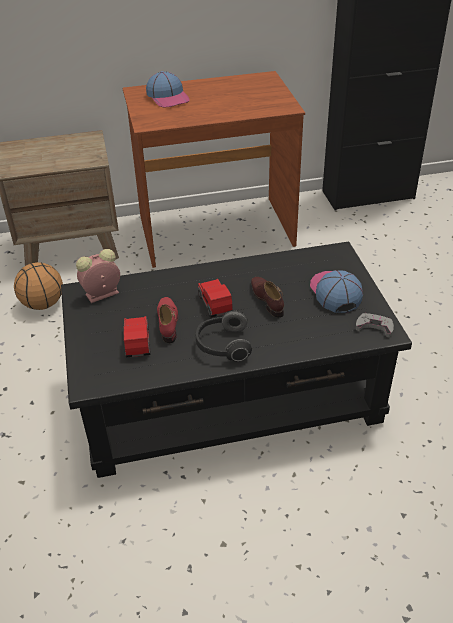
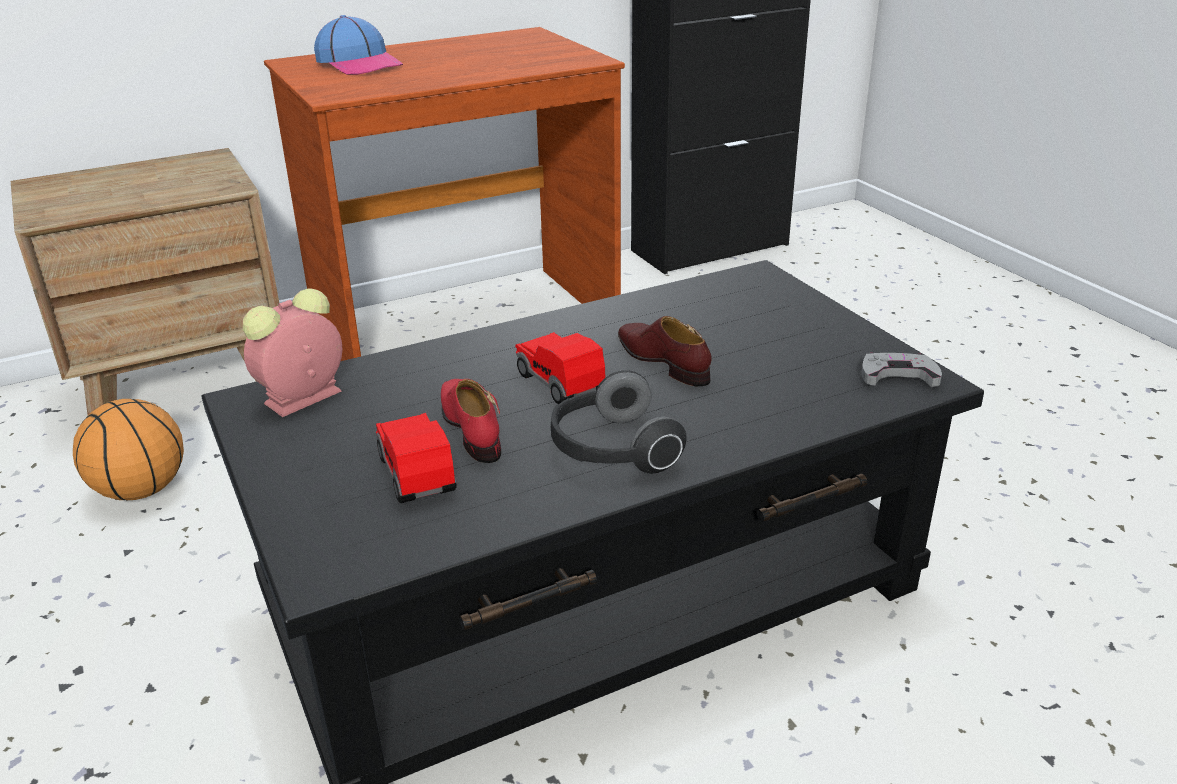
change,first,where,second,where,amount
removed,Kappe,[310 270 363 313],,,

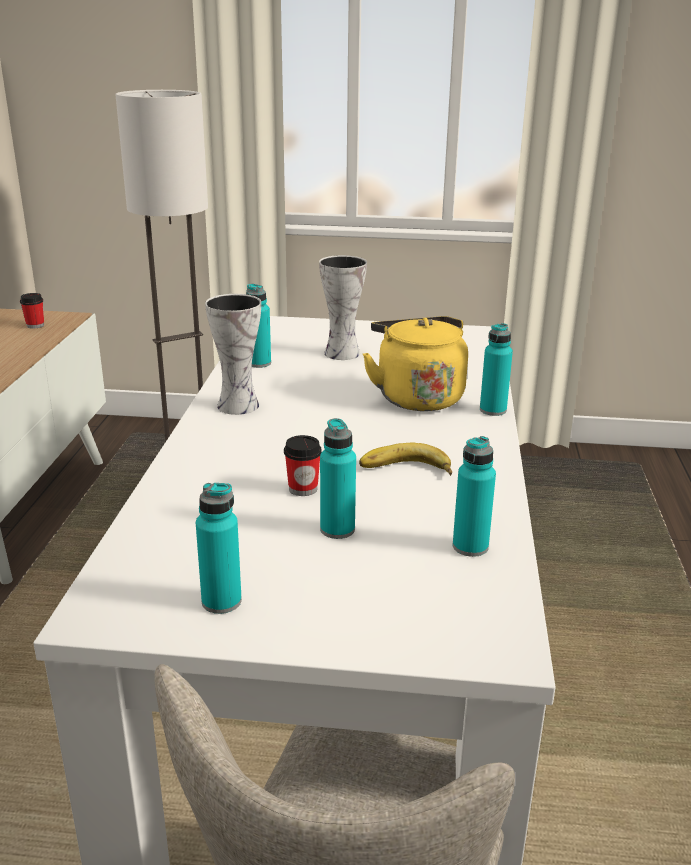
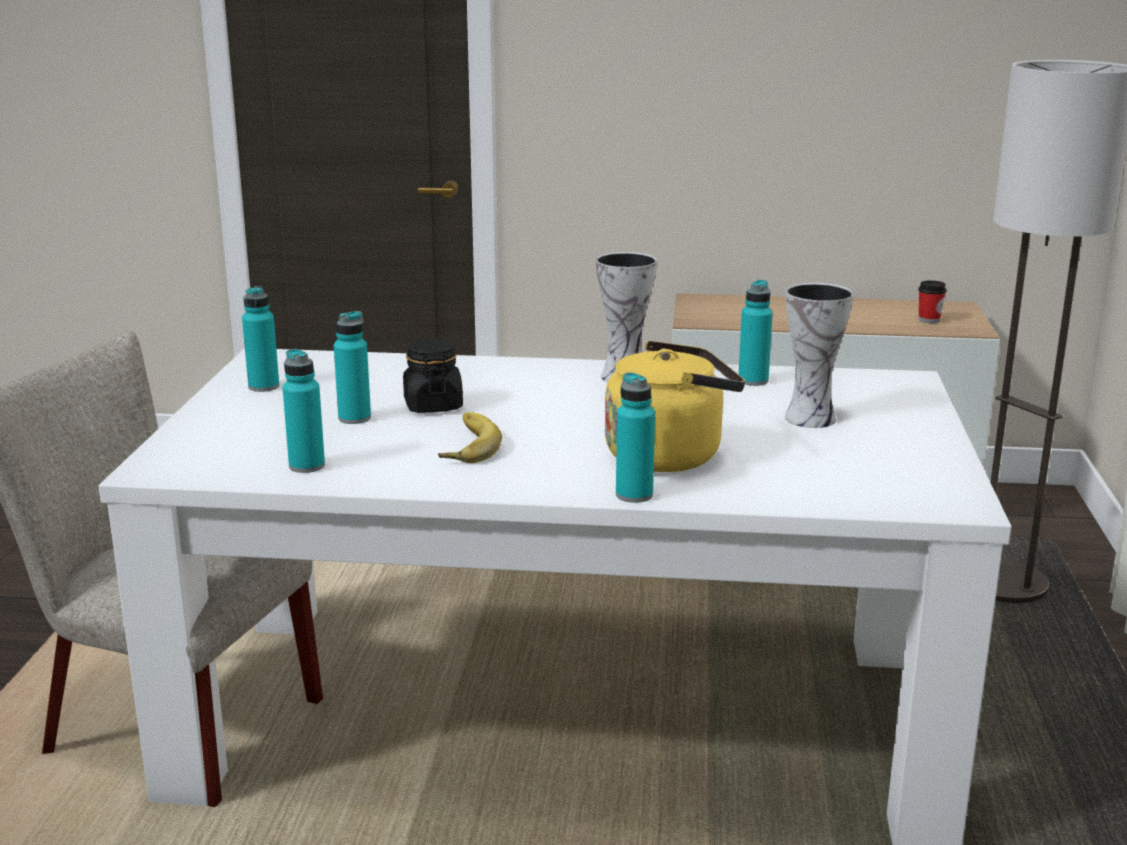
change,first,where,second,where,amount
replaced,Tasse,[284 435 322 496],Vorratsglas (schwarz),[403 339 463 413],

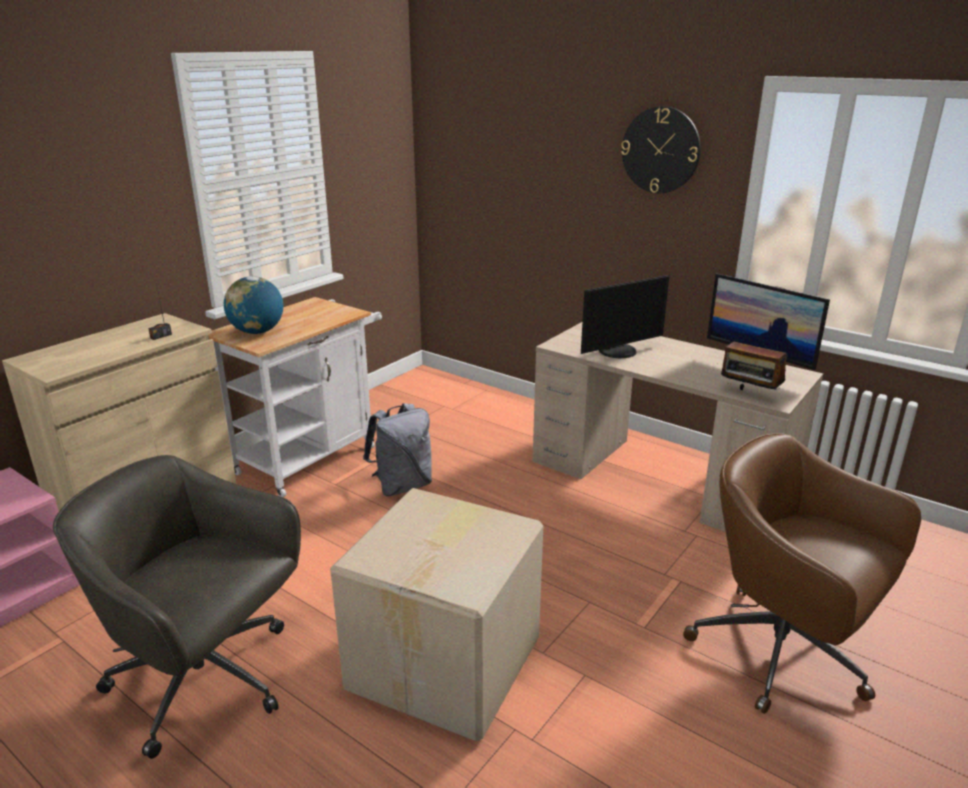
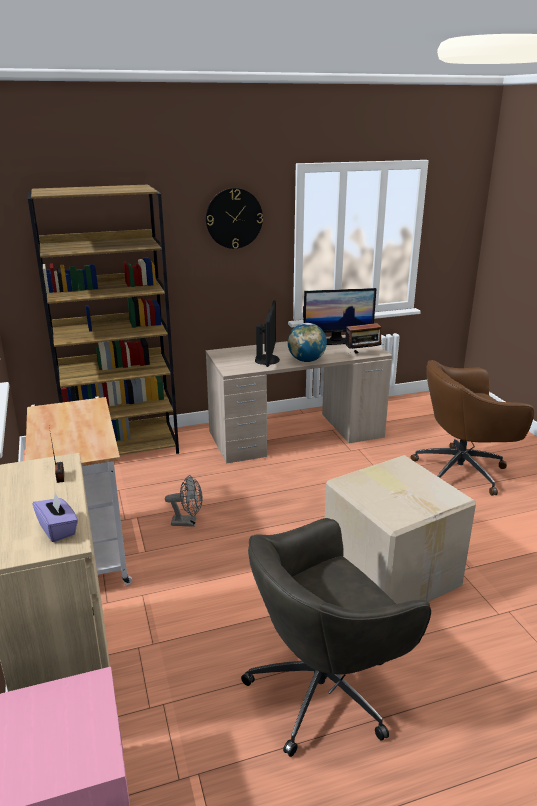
change,first,where,second,where,amount
moved,Globus,[224 276 283 334],,[288 323 327 362],
replaced,Rucksack (grau),[363 403 432 496],Ventilator (grau),[165 475 203 527],
added,,,Bücherregal (braun),[28 185 179 455],
added,,,Taschentuchbox (lila),[33 492 78 542],

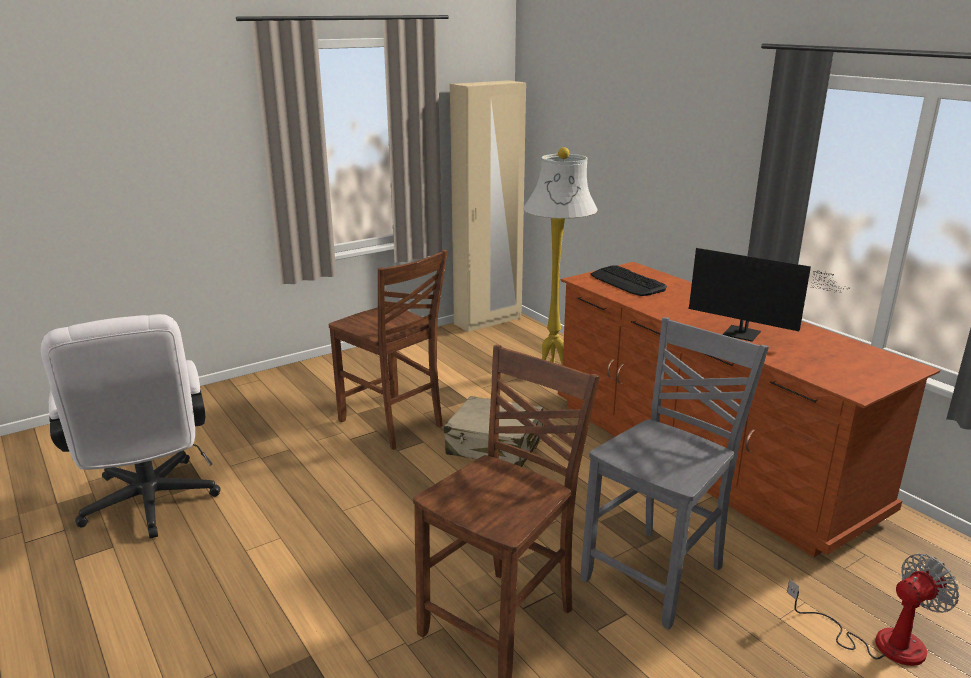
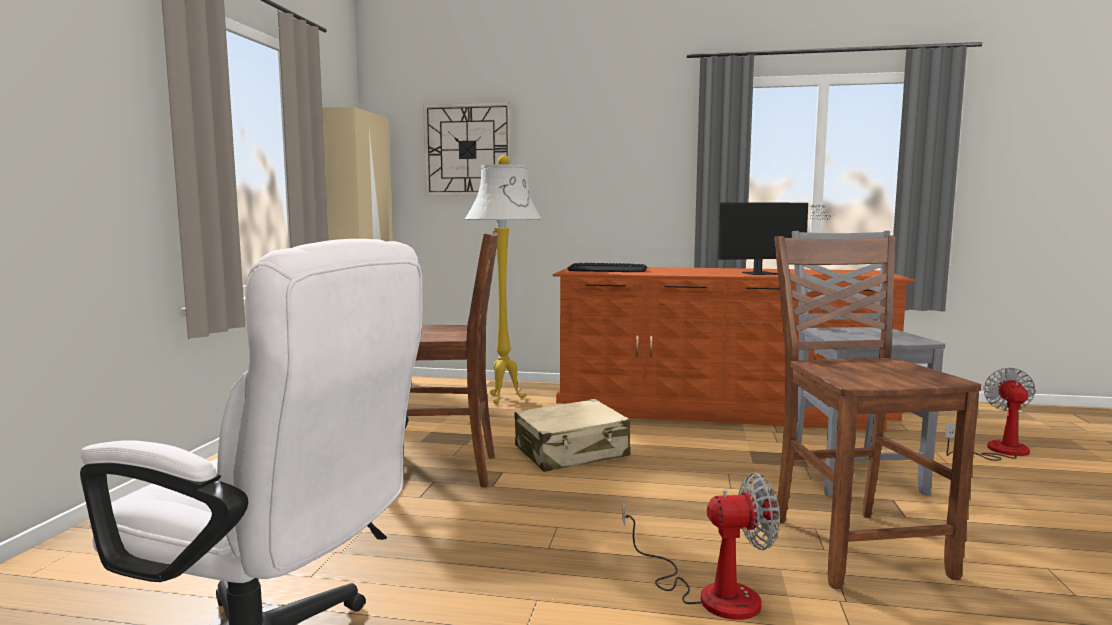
change,first,where,second,where,amount
added,,,Wanduhr,[423 102 512 196],
added,,,Ventilator,[622 473 780 620],

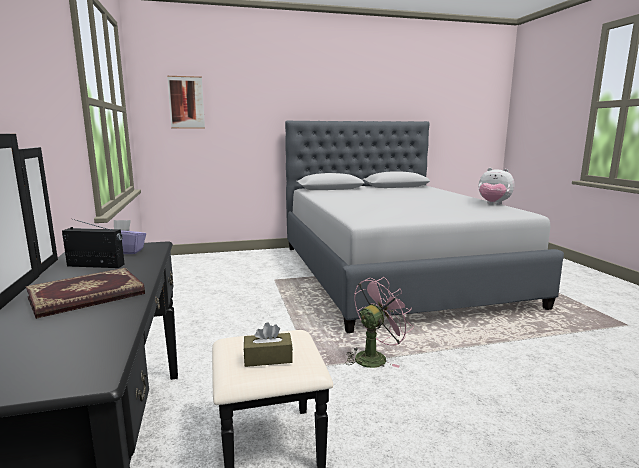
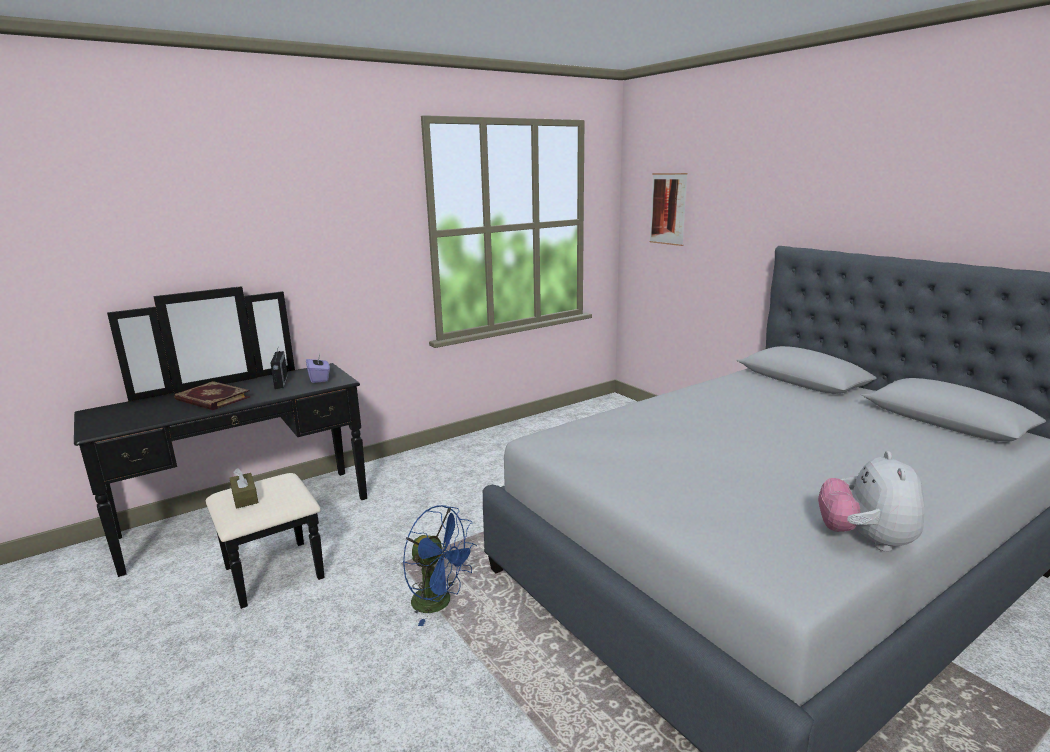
change,first,where,second,where,amount
recoloured,Ventilator (rosa),[345 277 414 368],Ventilator (blau),[403 505 477 626],

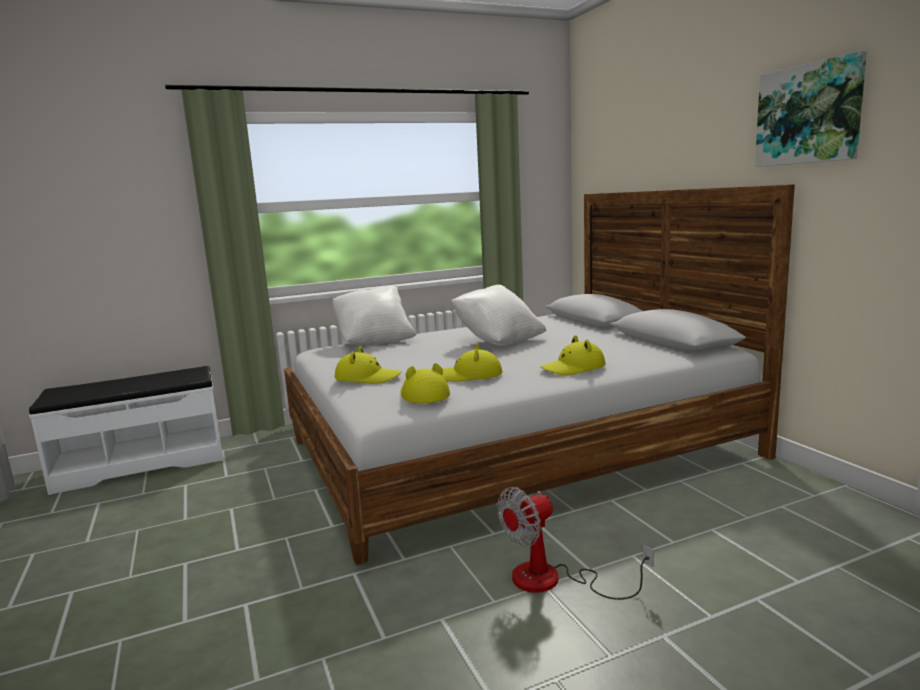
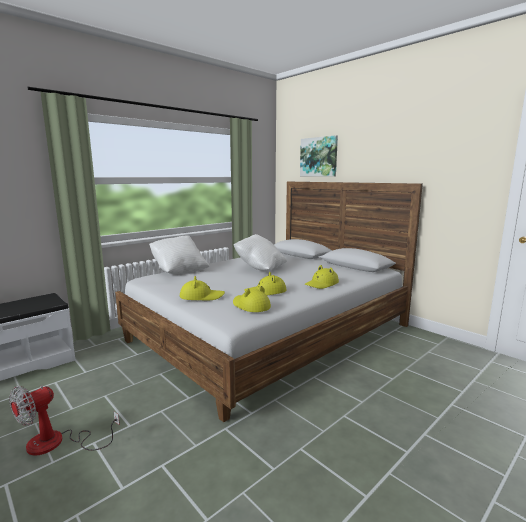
change,first,where,second,where,amount
moved,Bild,[755 51 867 167],,[300 135 338 176],
moved,Ventilator,[497 487 654 600],,[9 385 120 455],

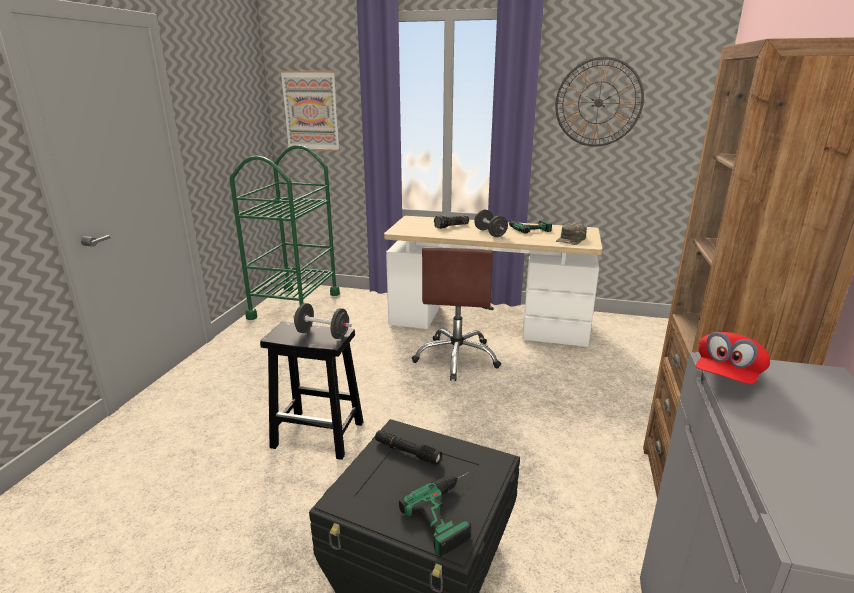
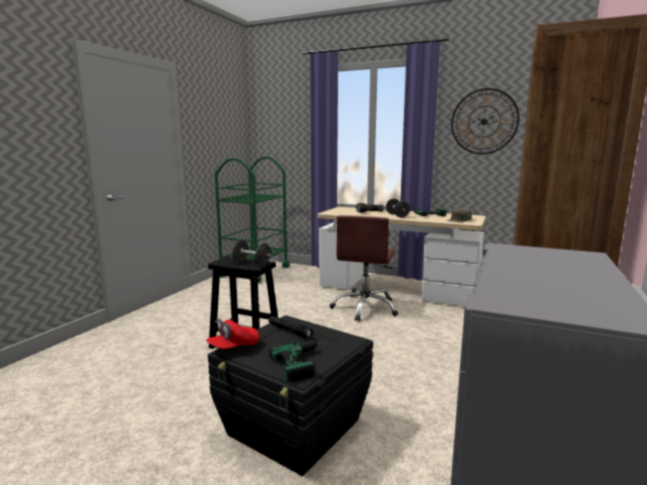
change,first,where,second,where,amount
removed,Bild,[280 71 340 151],,,
moved,Kappe (rot),[696 332 770 384],,[206 318 259 349],

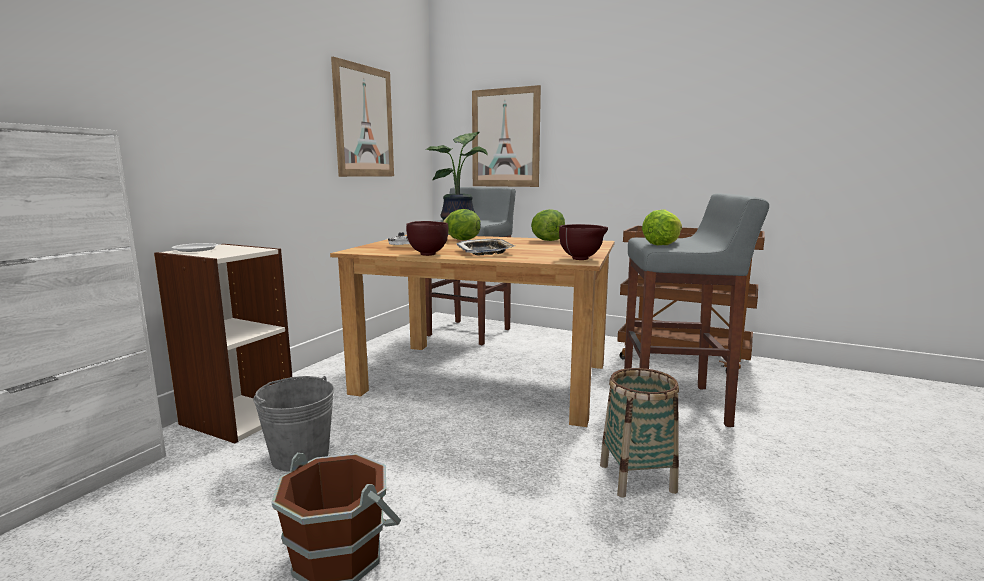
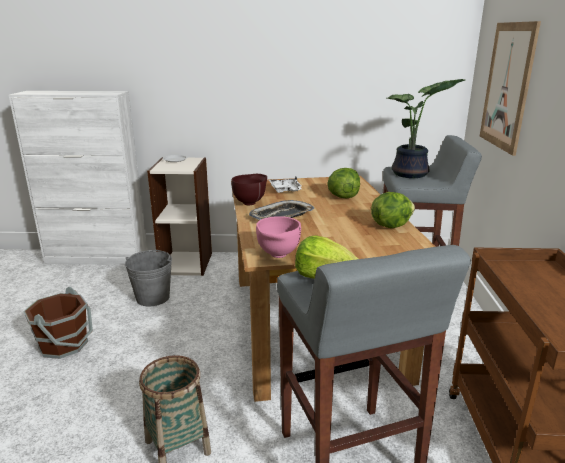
change,first,where,second,where,amount
removed,Bild,[331 57 394 177],,,
recoloured,Schüssel (braun),[559 224 608 260],Schüssel (rosa),[256 216 301 258],

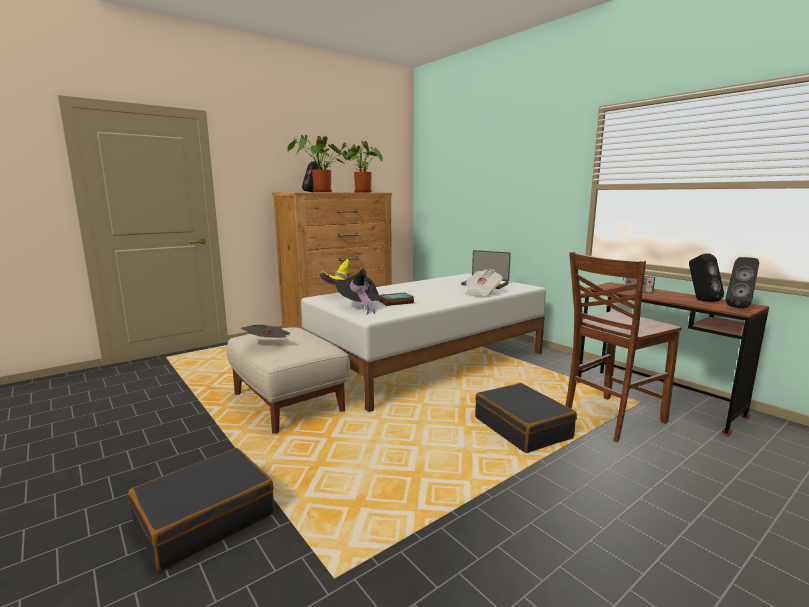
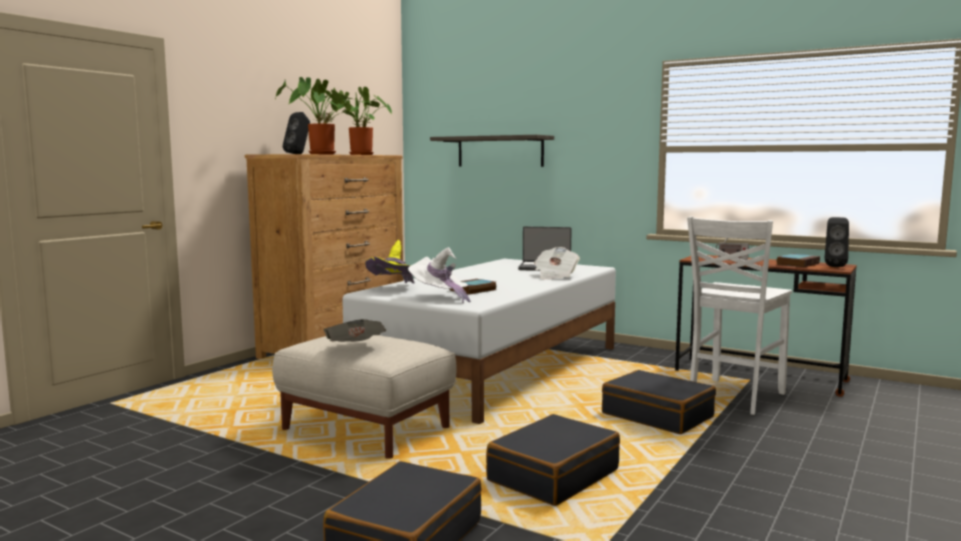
change,first,where,second,where,amount
recoloured,Stuhl (braun),[565 252 682 442],Stuhl (weiß),[687 217 792 415],
replaced,Lautsprecher (schwarz),[689 254 724 302],Buch,[776 254 820 267],
recoloured,Hut (schwarz),[335 268 382 314],Hut (weiß),[408 247 471 303],
added,,,Wandregal,[430 135 554 167],
added,,,Koffer (schwarz),[486 414 620 506],

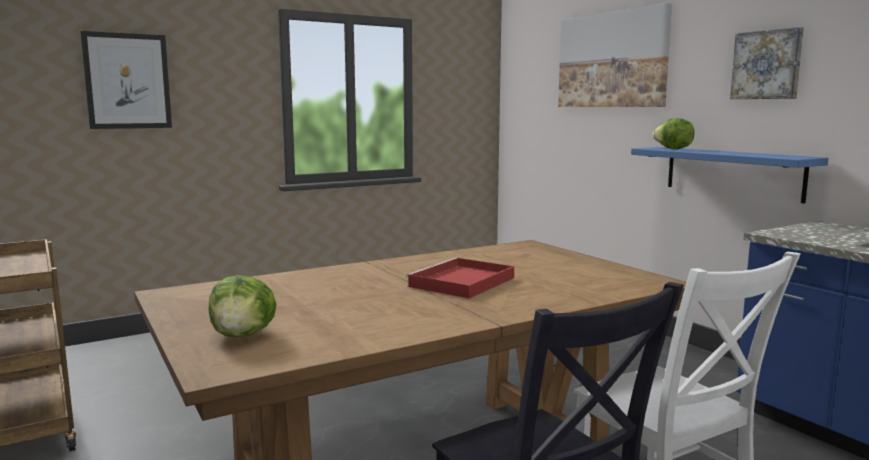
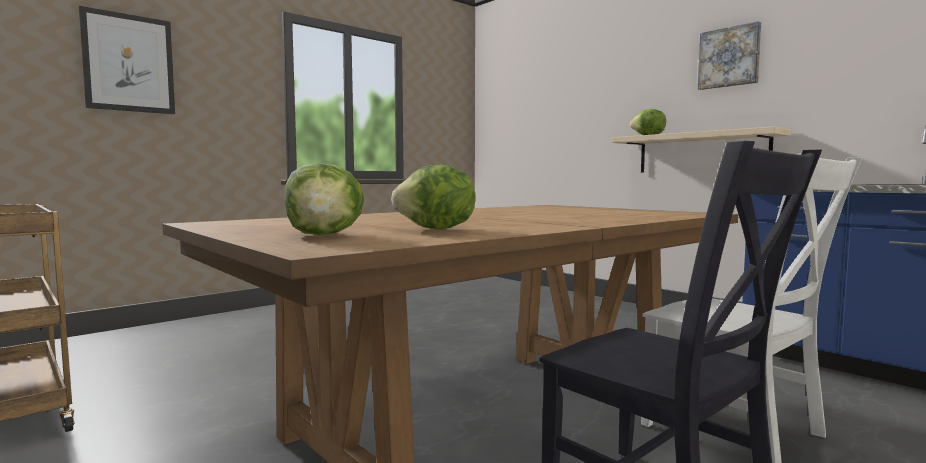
change,first,where,second,where,amount
removed,Bild,[558 3 672 107],,,
recoloured,Wandregal (blau),[631 147 828 204],Wandregal (beige),[611 126 791 172],
removed,Tablett (rot),[406 257 514 299],,,
added,,,Salatkopf,[391 164 476 230],

